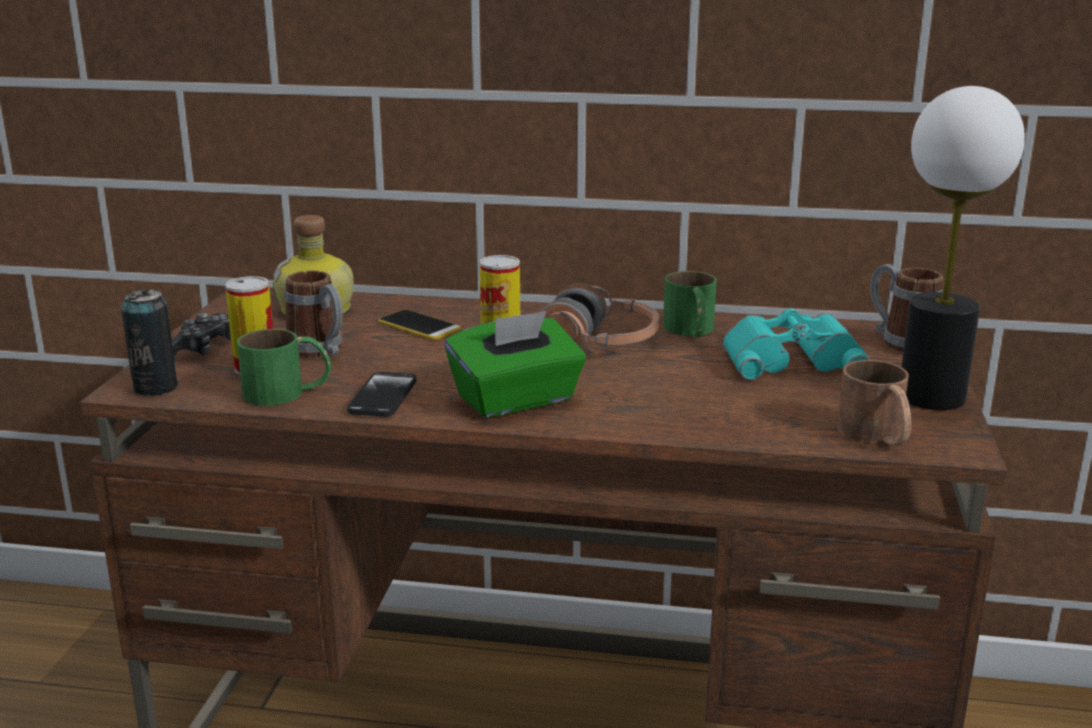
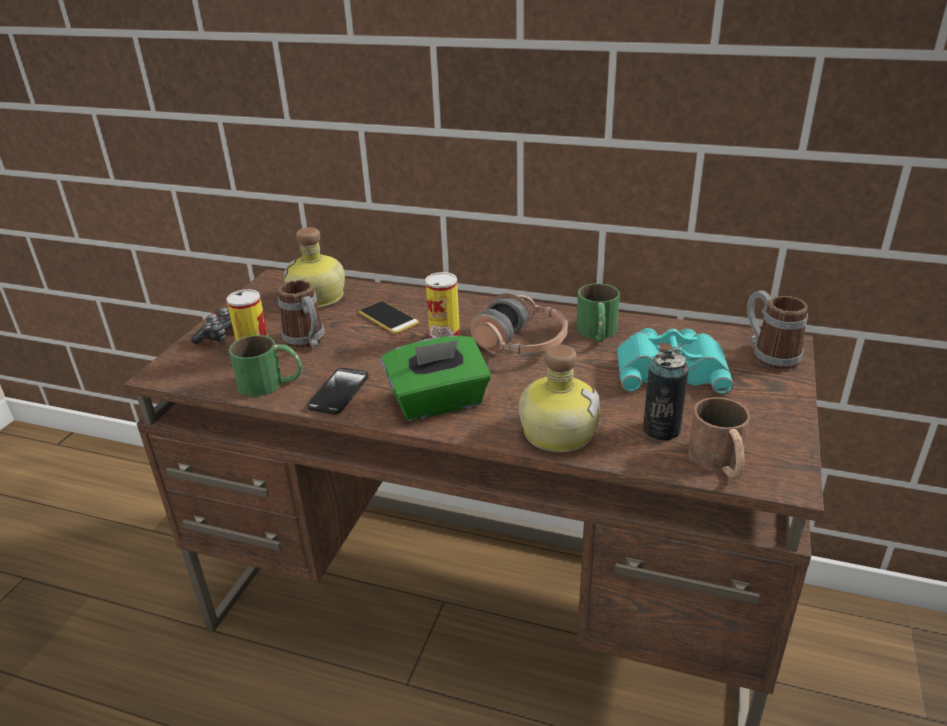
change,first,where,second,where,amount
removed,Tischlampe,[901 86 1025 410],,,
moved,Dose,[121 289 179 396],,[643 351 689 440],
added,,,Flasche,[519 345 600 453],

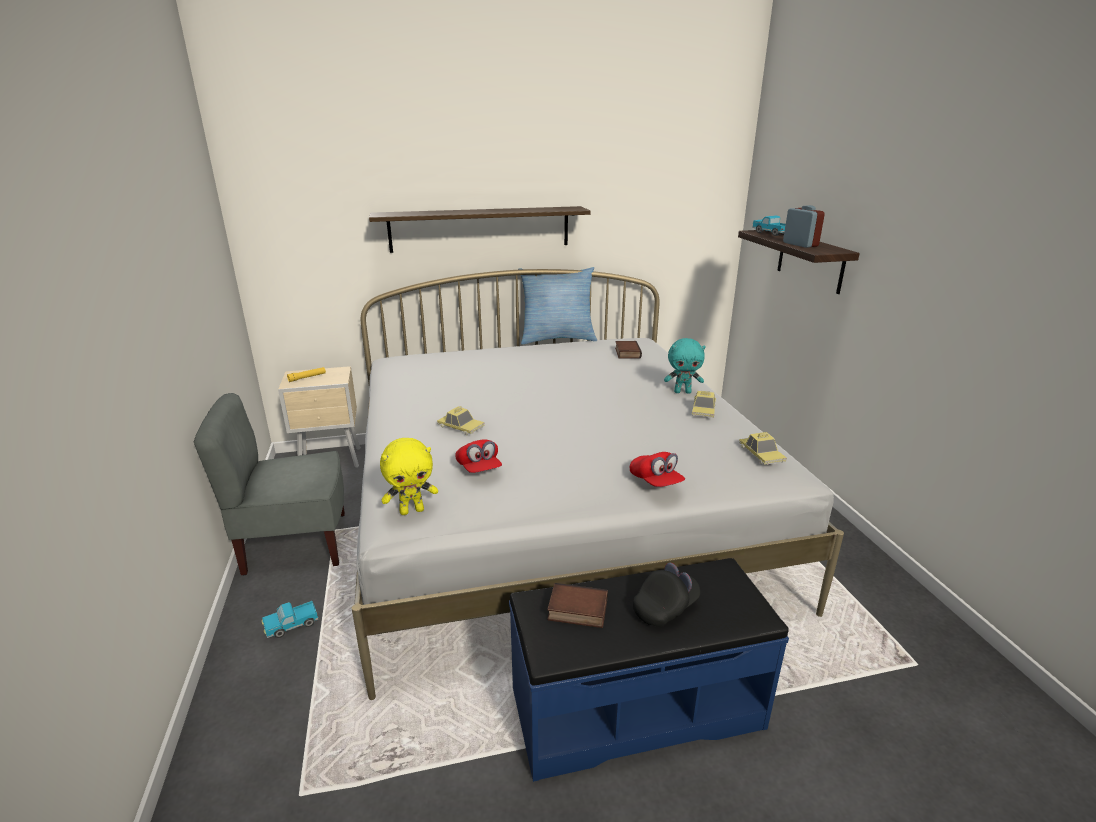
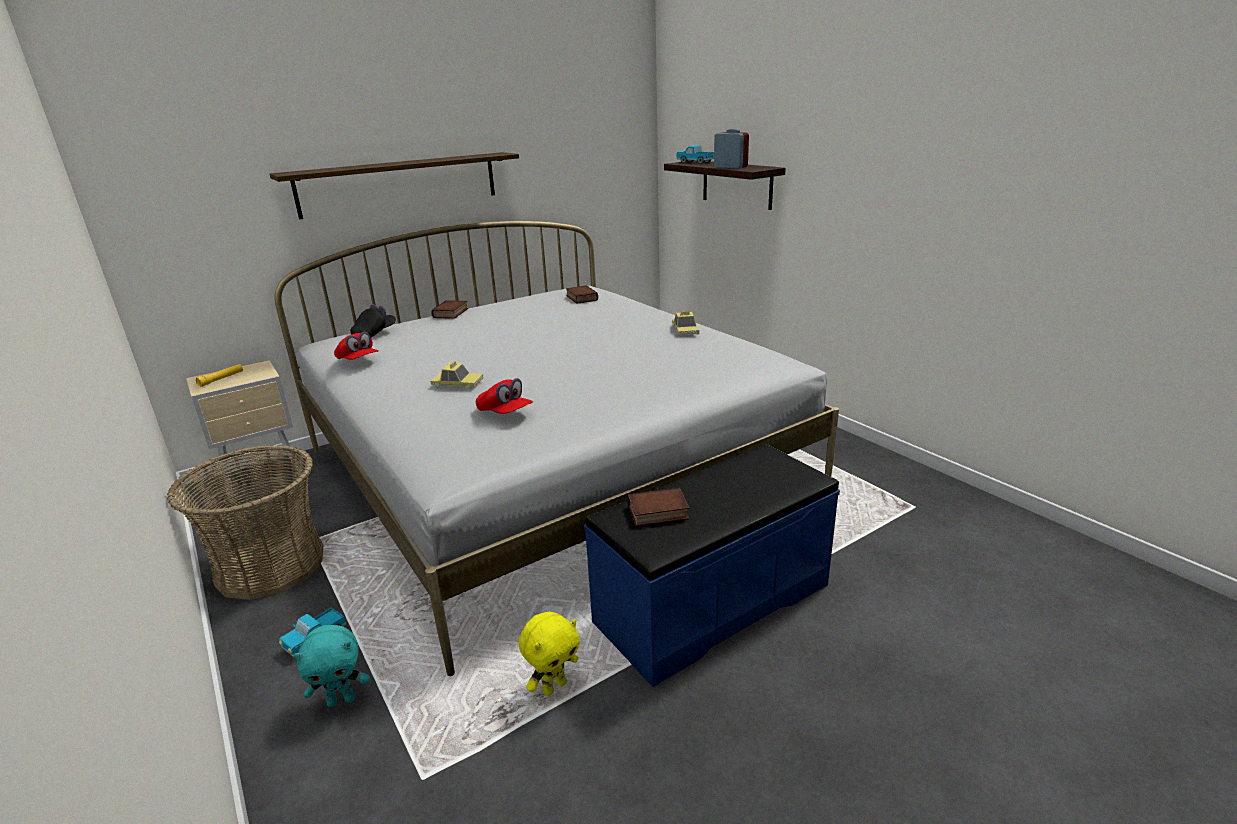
change,first,where,second,where,amount
removed,Kissen,[518 267 597 344],,,
moved,Plüschtier (türkis),[664 338 706 394],,[294 625 369 707],
replaced,Stuhl (grau),[194 393 345 575],Korb,[167 445 323 600],
removed,Spielzeugauto,[739 432 787 465],,,
moved,Plüschtier (gelb),[380 438 438 515],,[519 612 580 696],
moved,Kappe (rot),[630 452 685 487],,[334 332 379 360],
moved,Kappe (schwarz),[633 562 700 626],,[350 304 396 338],
added,,,Buch,[431 300 468 319],

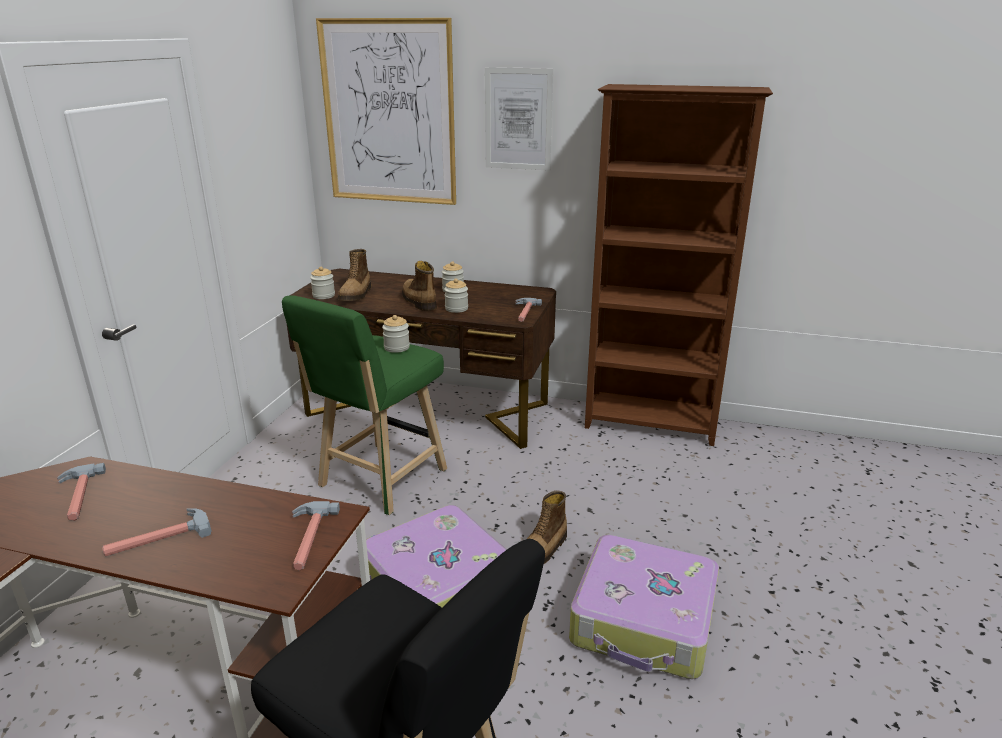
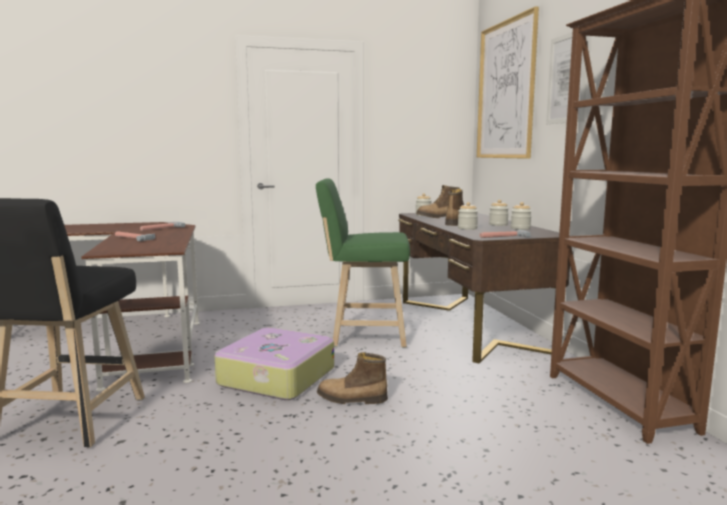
change,first,where,second,where,amount
moved,Vorratsglas,[382 315 410 353],,[511 202 532 230],
removed,Hammer,[292 501 340 570],,,
removed,Koffer,[569 535 719 679],,,

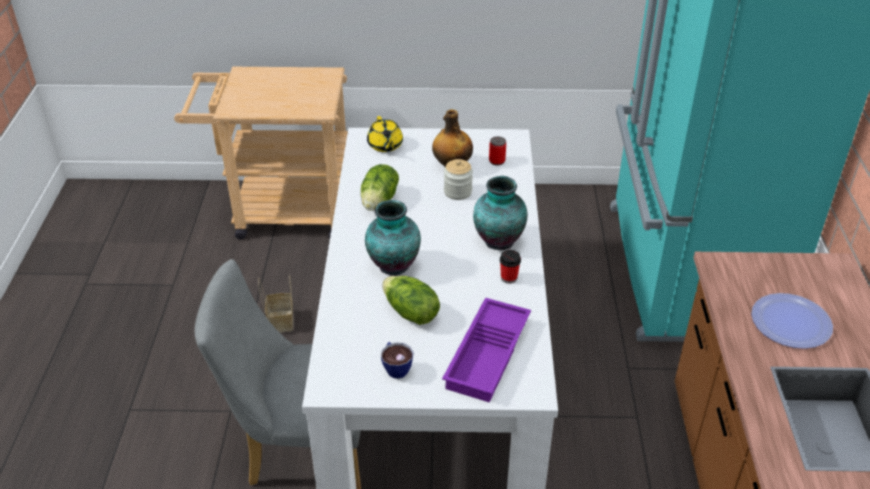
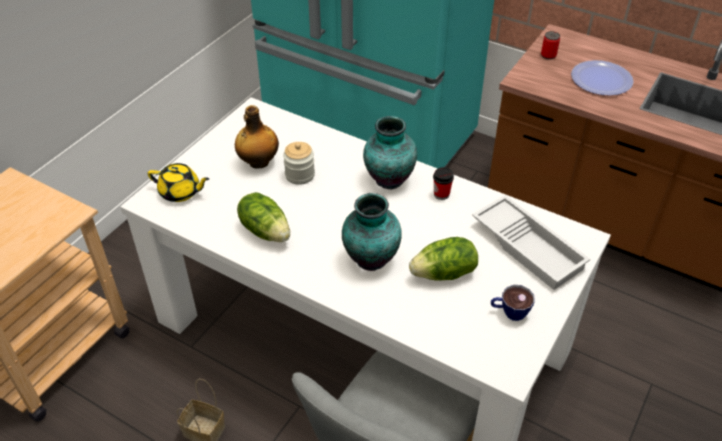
change,first,where,second,where,amount
moved,Dose,[489 136 506 166],,[541 31 560 60],
recoloured,Tablett (lila),[442 298 531 403],Tablett (weiß),[472 195 591 290],

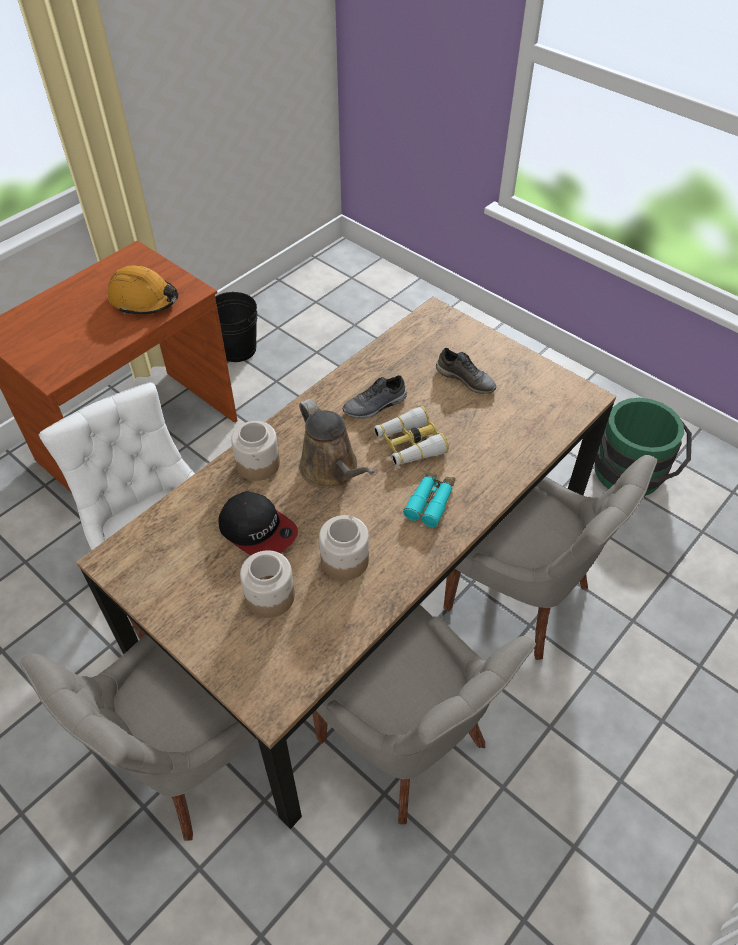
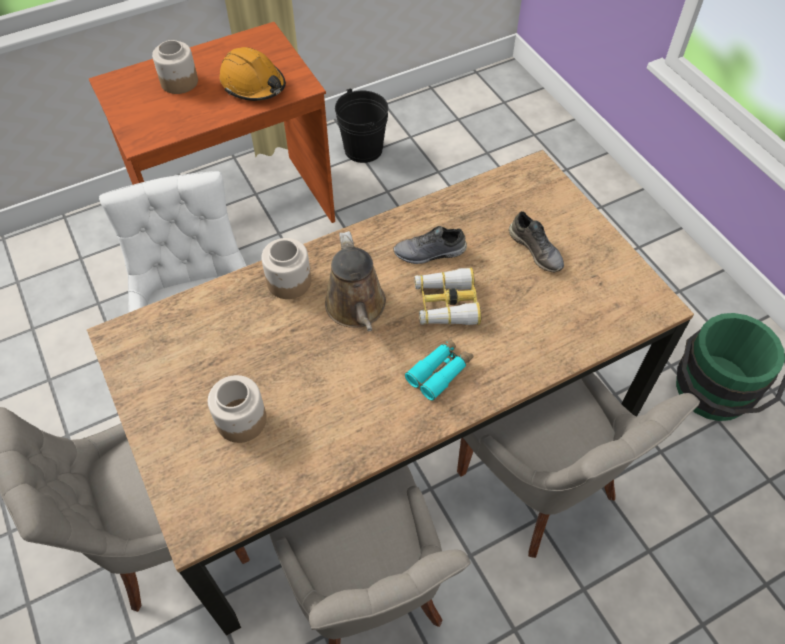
change,first,where,second,where,amount
removed,Kappe,[218 491 298 555],,,
moved,Vorratsglas,[319 515 369 581],,[152 40 198 94],

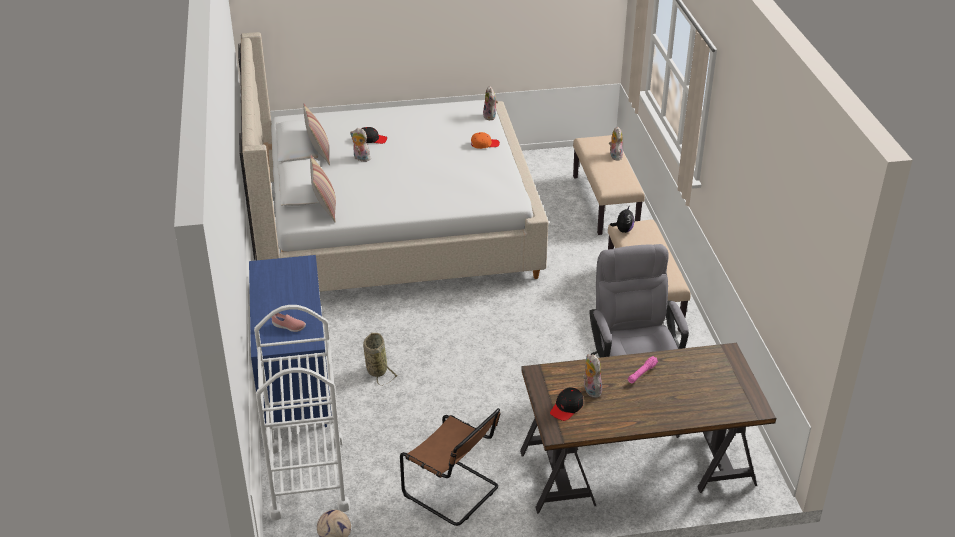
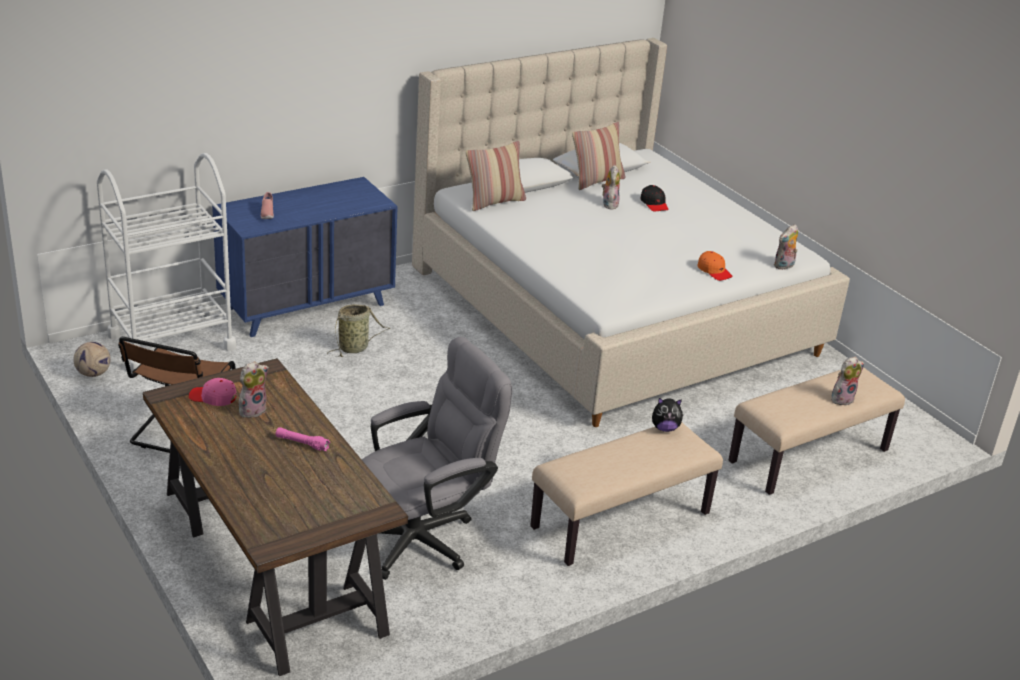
change,first,where,second,where,amount
recoloured,Kappe (schwarz),[550 387 583 421],Kappe (rosa),[189 378 237 406],

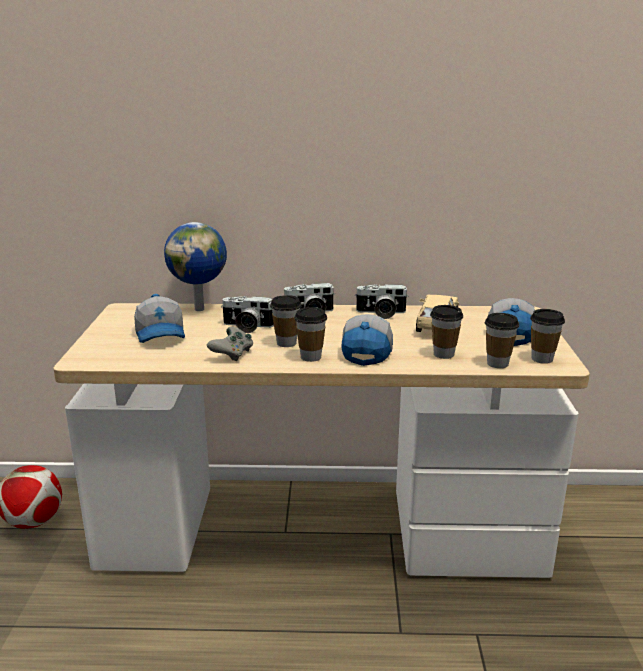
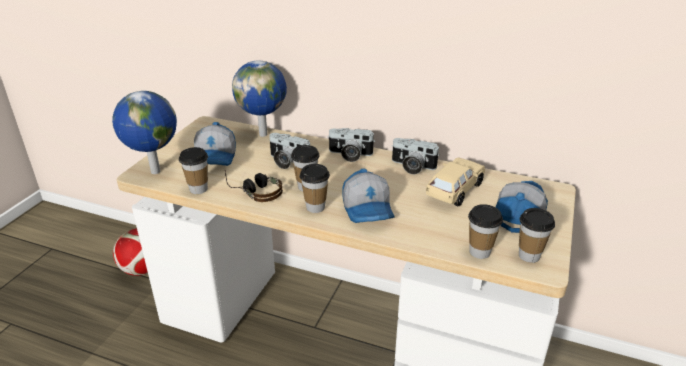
change,first,where,second,where,amount
moved,Tasse,[430 305 463 359],,[179 147 208 194],
turned,Kappe,[342 314 393 366],,[342 169 395 223],135 degrees clockwise
replaced,Gamepad (grau),[207 326 253 361],Kopfhörer,[225 170 283 202],
added,,,Globus,[112 91 177 174],

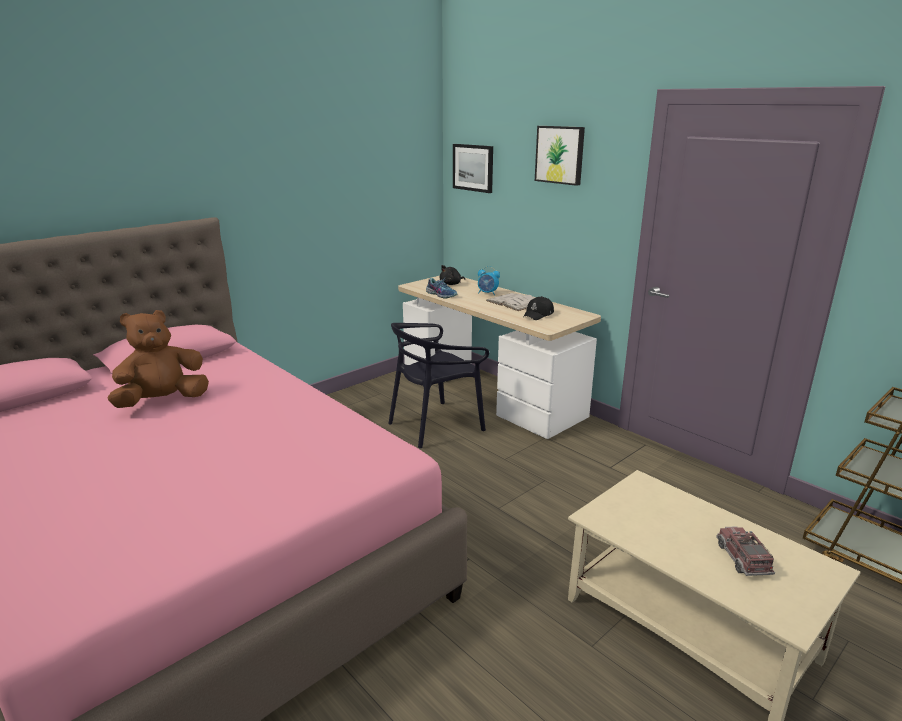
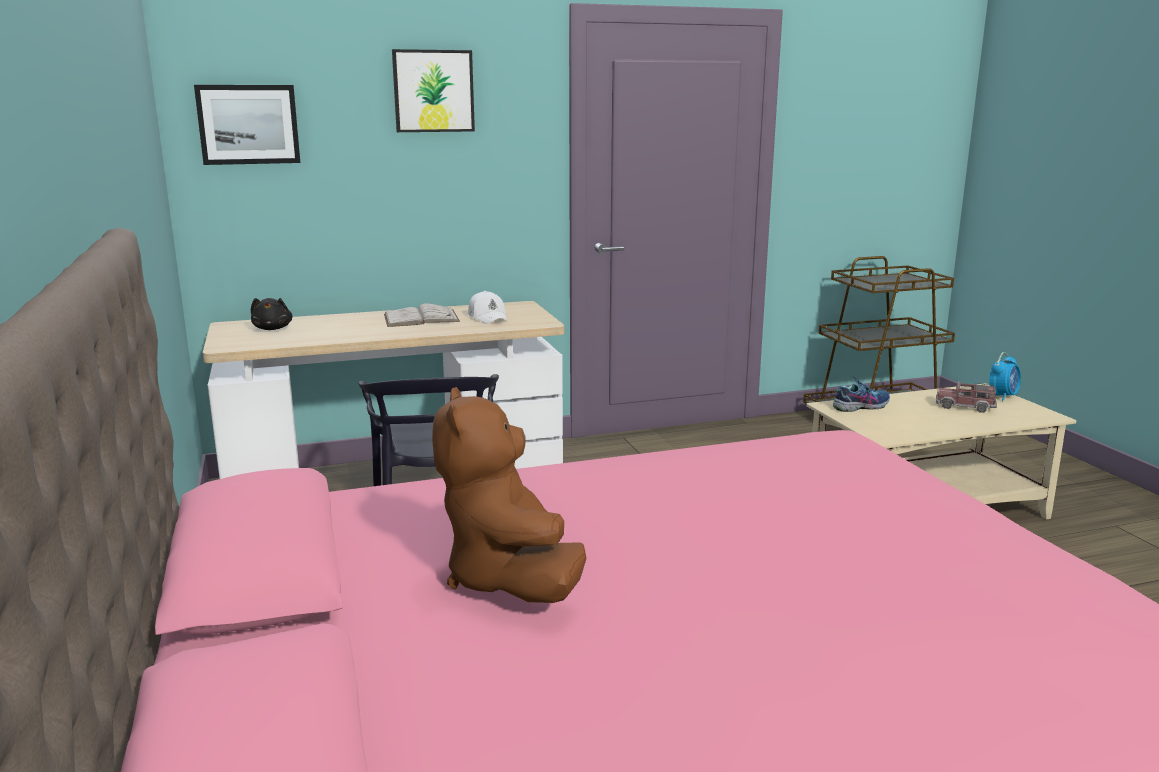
change,first,where,second,where,amount
moved,Wecker,[478 266 500 295],,[989 352 1021 401],
moved,Schuh,[426 278 458 299],,[833 376 890 412],
recoloured,Kappe (schwarz),[524 296 554 320],Kappe (weiß),[468 291 507 324],

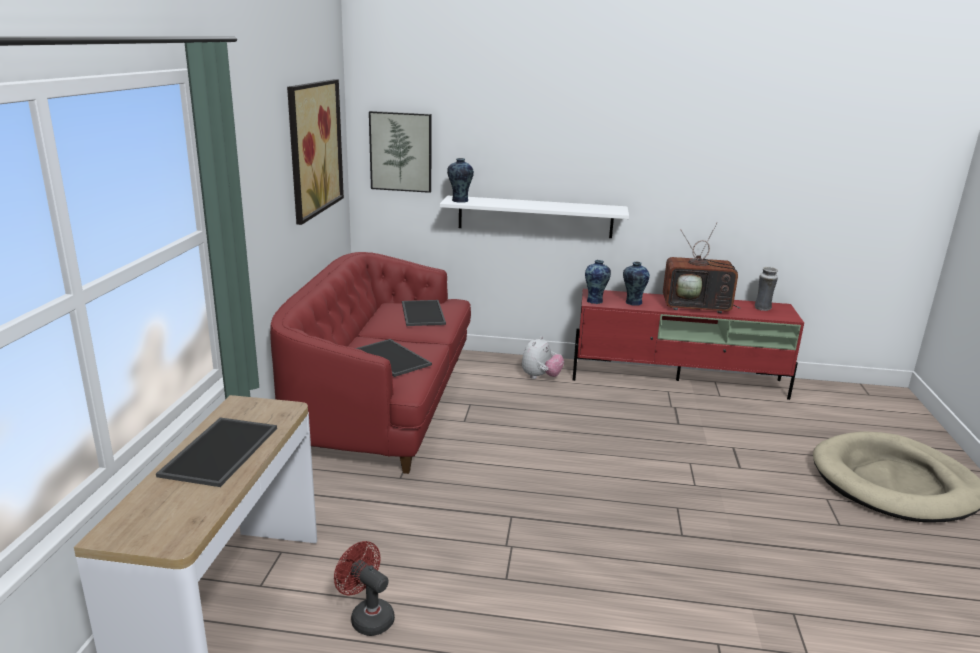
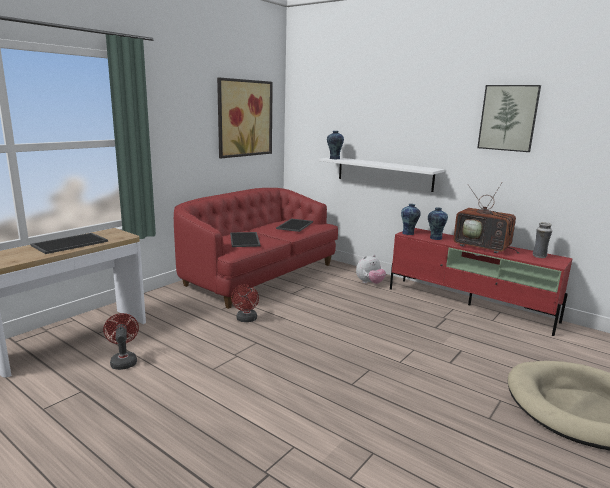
change,first,where,second,where,amount
moved,Bild,[369 111 432 193],,[477 85 541 152],
added,,,Ventilator (rot),[231 285 259 322],

